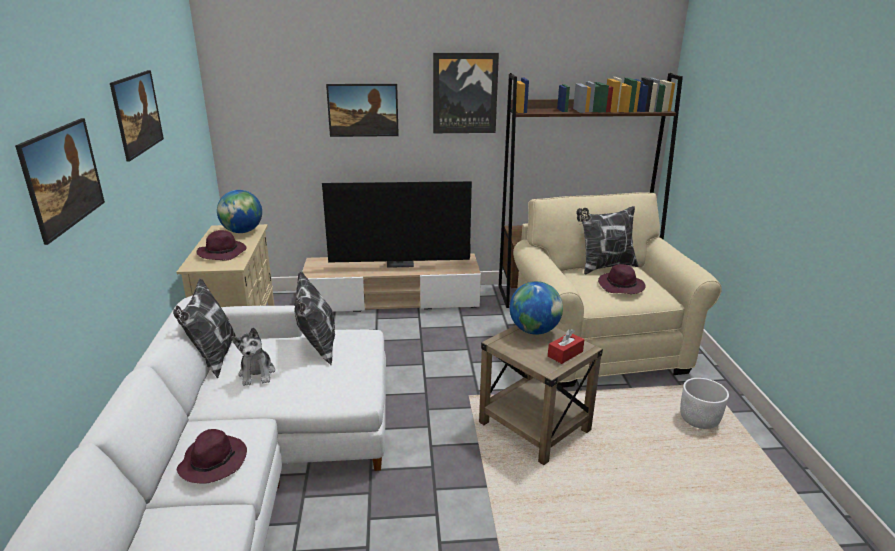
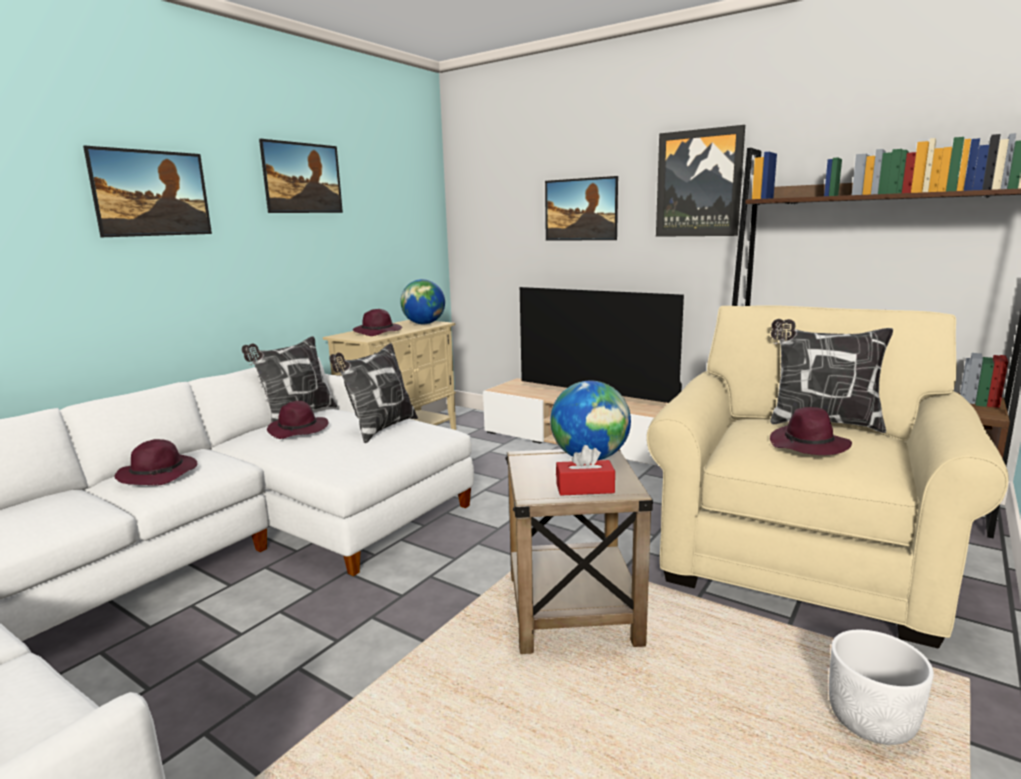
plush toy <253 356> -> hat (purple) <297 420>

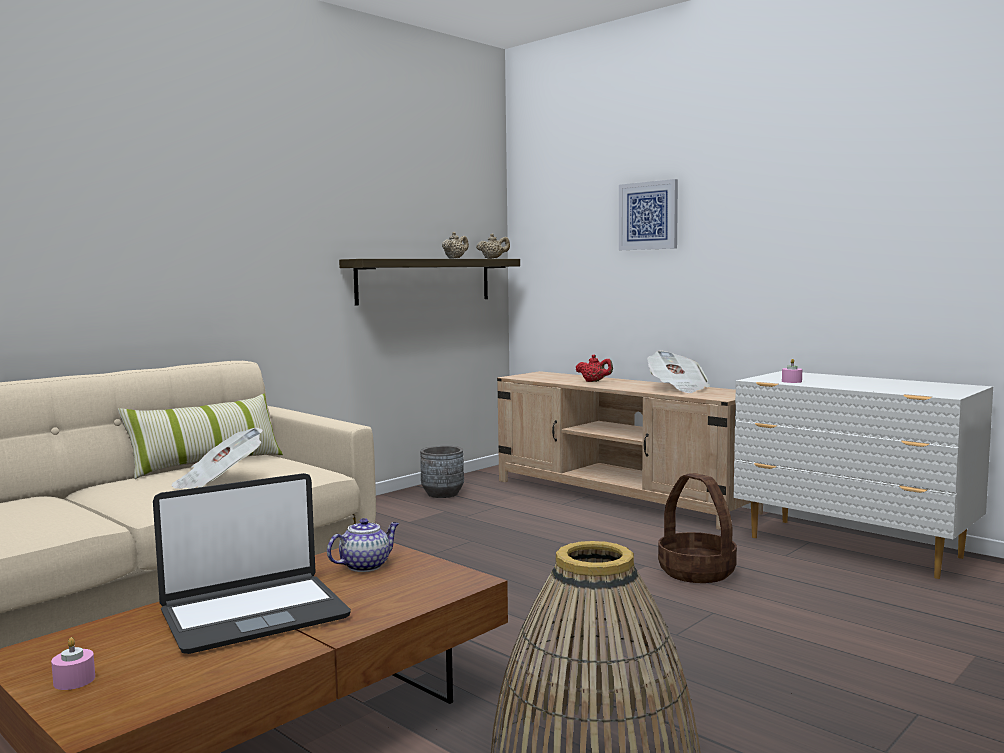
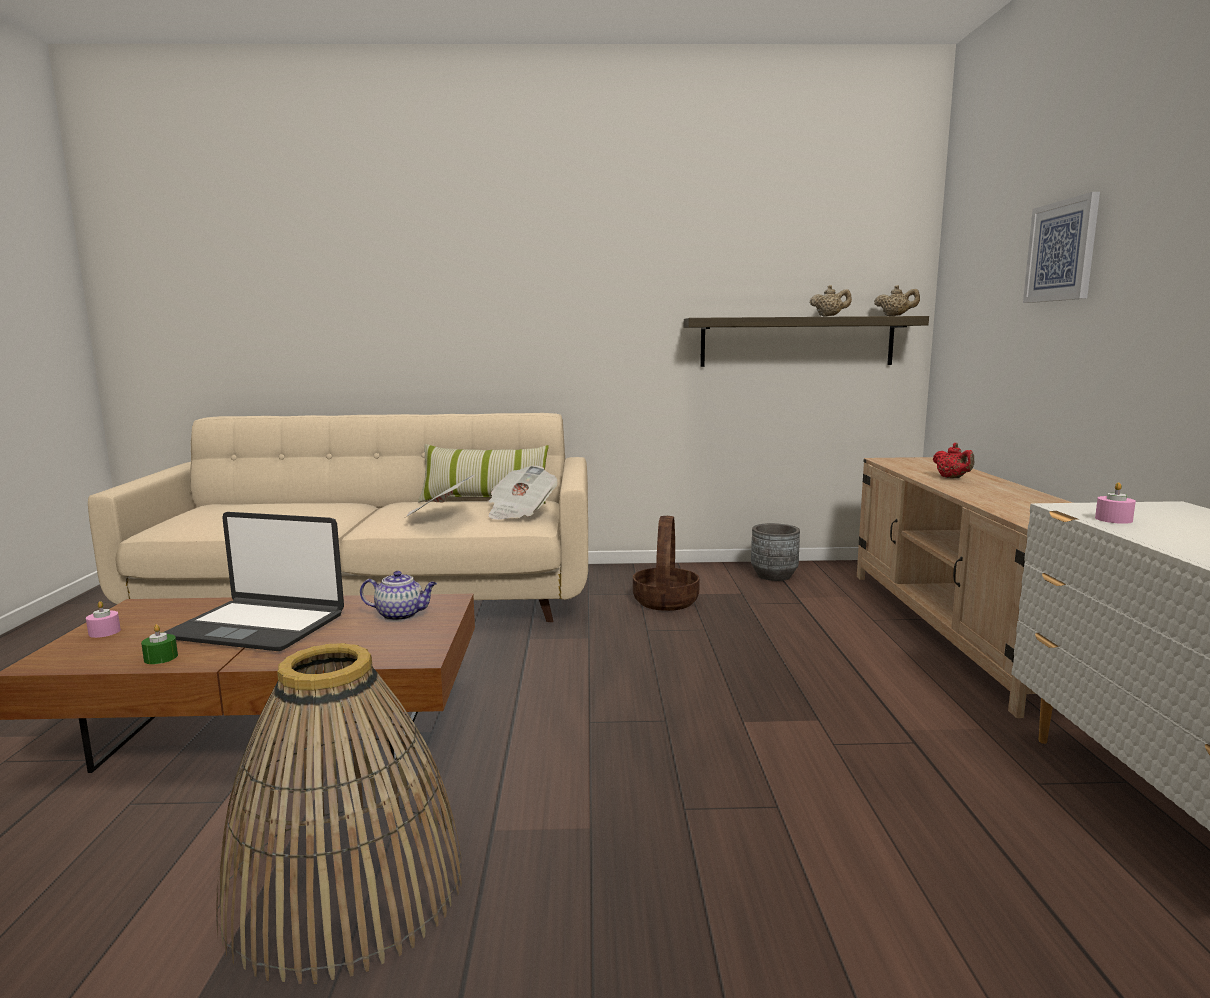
none -> candle (green) <159 644>
newspaper <678 372> -> newspaper <523 492>, moved
basket <697 528> -> basket <666 563>, moved

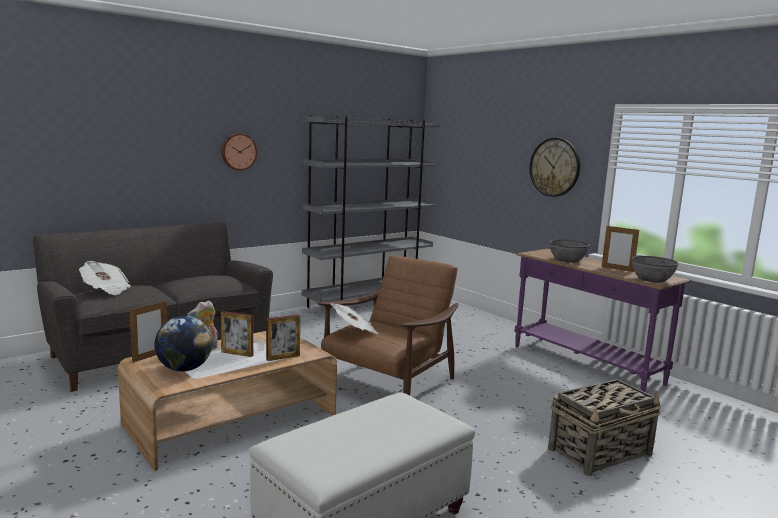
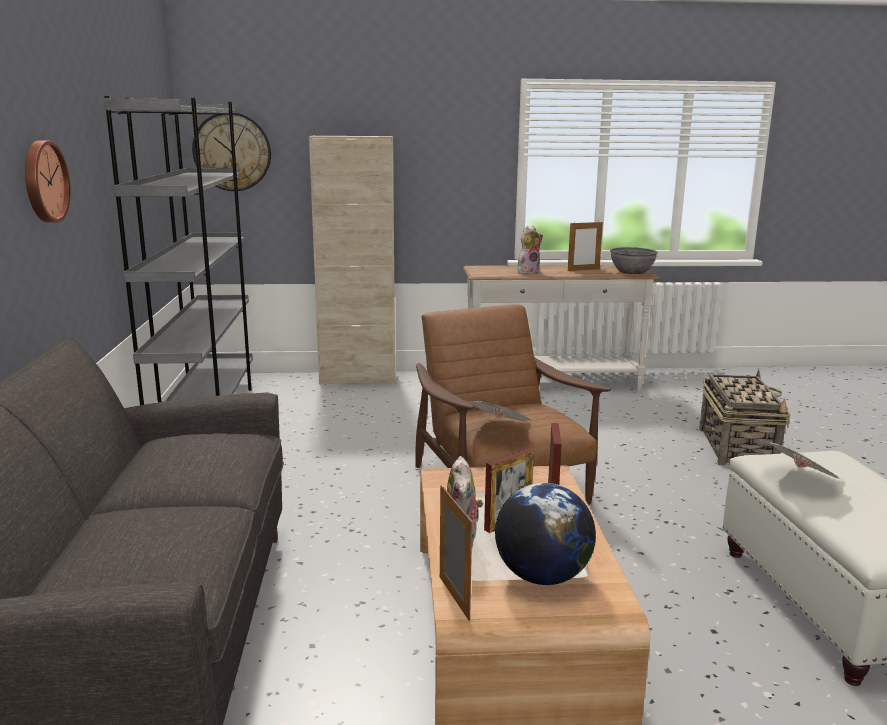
wall clock <555 167> -> wall clock <231 152>, moved
none -> cabinet (beige) <352 260>
console table (purple) <602 320> -> console table (white) <561 329>
bowl (grey) <569 251> -> plush toy <530 250>
newspaper <105 278> -> newspaper <801 459>, moved

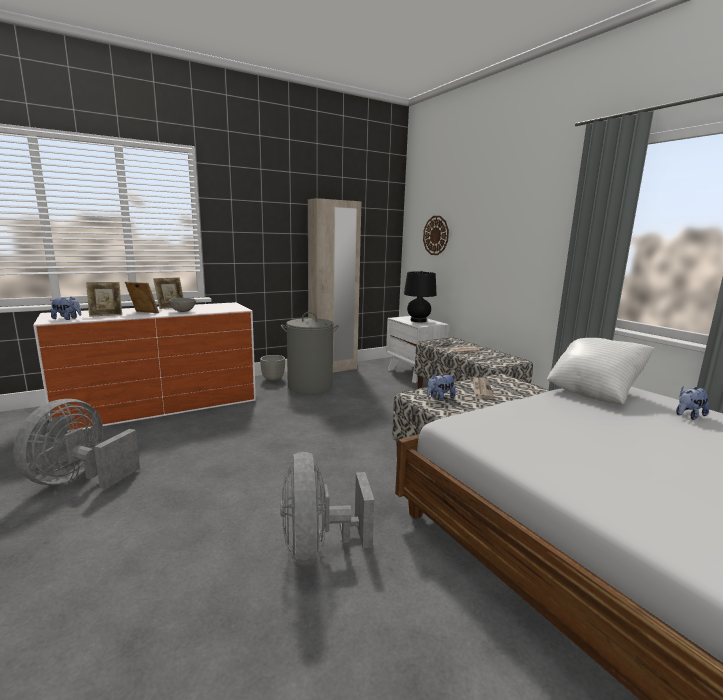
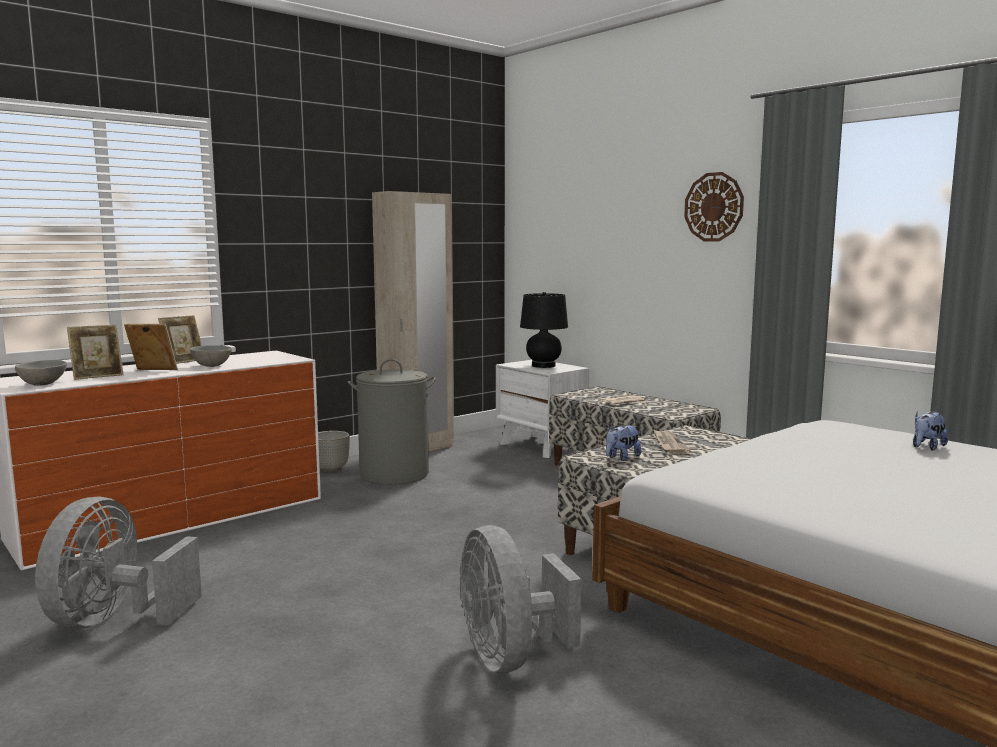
plush toy <66 308> -> bowl (grey) <41 373>
wall clock <436 235> -> wall clock <714 206>, moved
pillow (white) <601 371> -> none

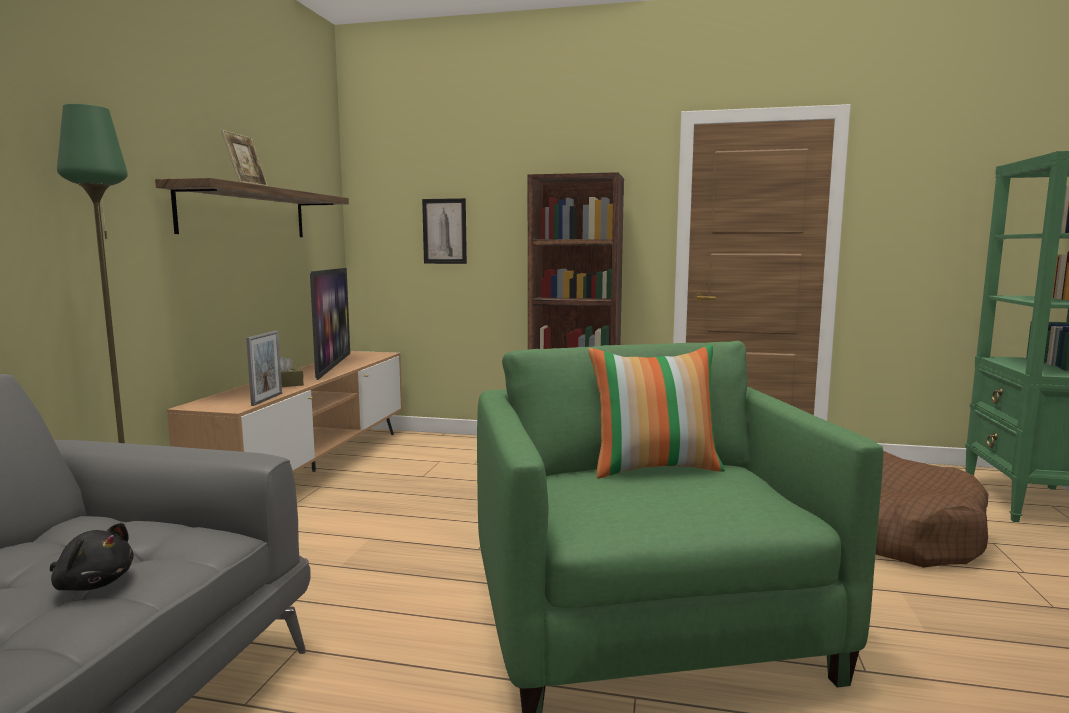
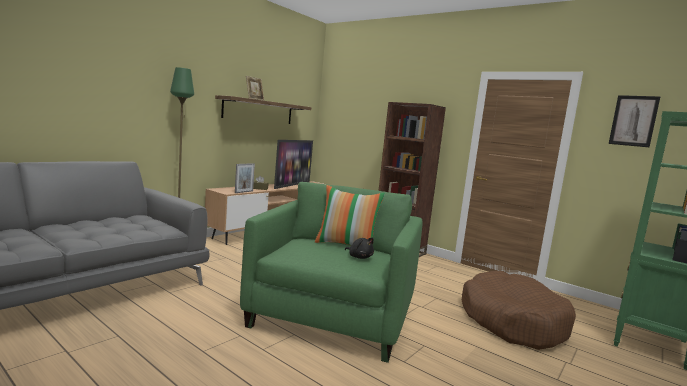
plush toy (black) <92 557> -> plush toy (black) <359 248>, moved
picture <444 231> -> picture <634 121>, moved

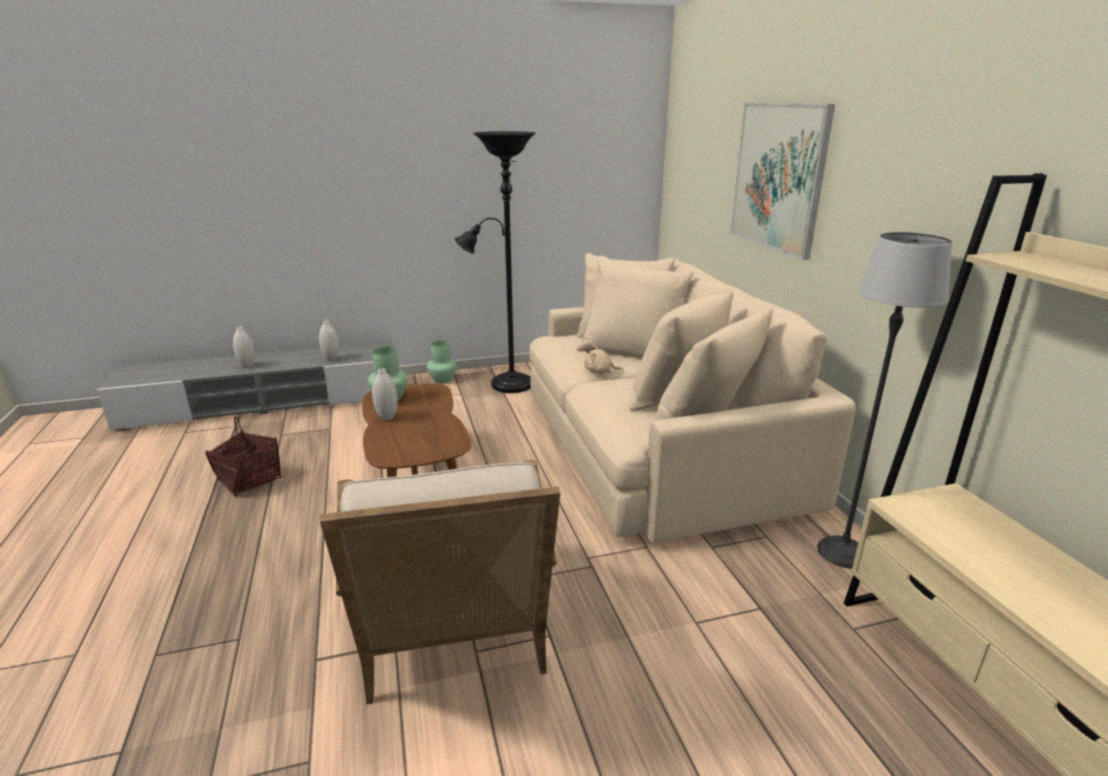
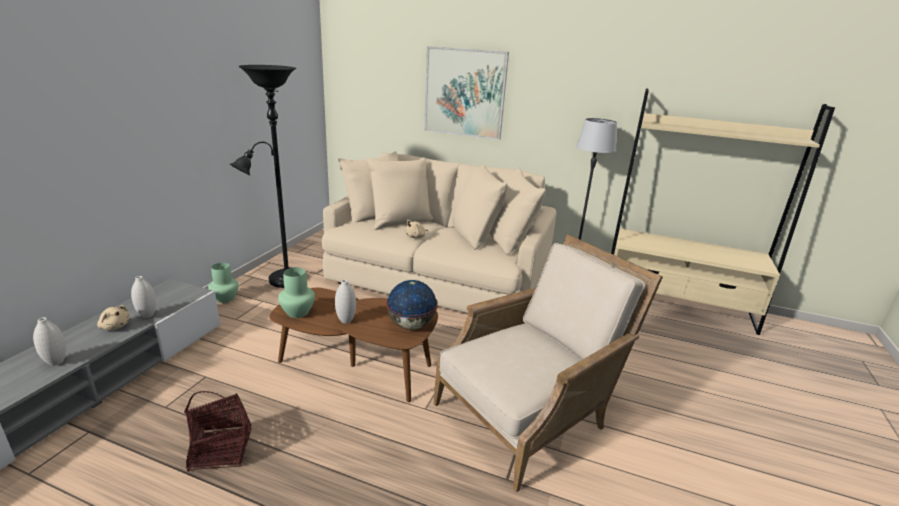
none -> plush toy (beige) <113 317>
none -> globe <412 305>
armchair (beige) <440 582> -> armchair (beige) <548 363>, 60 degrees counterclockwise

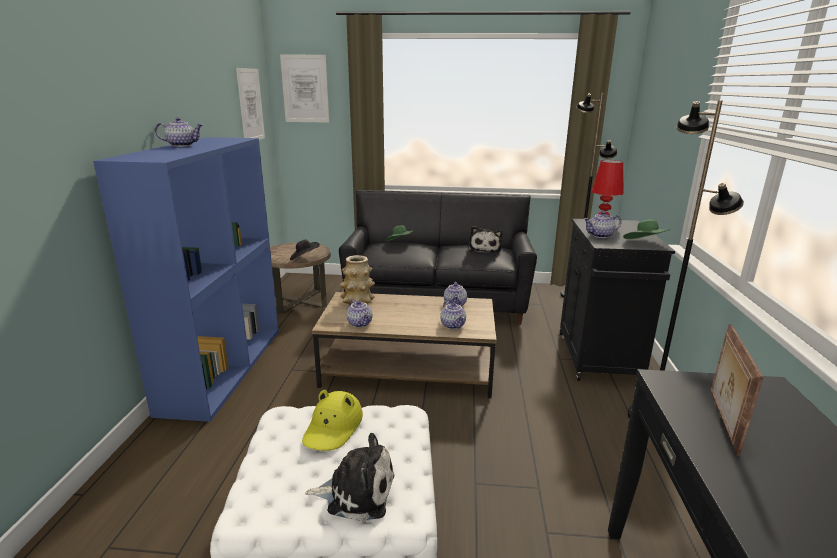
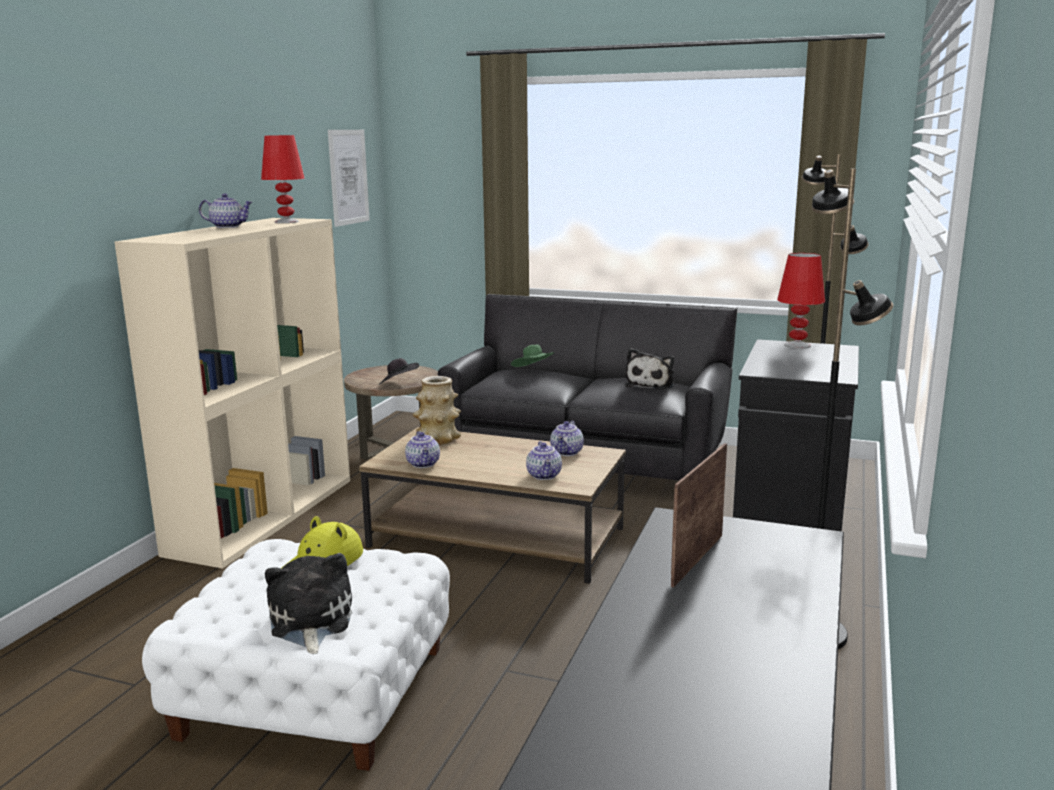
bookcase (blue) <186 279> -> bookcase (beige) <232 393>
none -> table lamp (red) <283 179>
plush toy <349 477> -> plush toy <308 603>, 120 degrees counterclockwise
picture <304 89> -> none
teapot <602 224> -> none
hat (green) <647 229> -> none

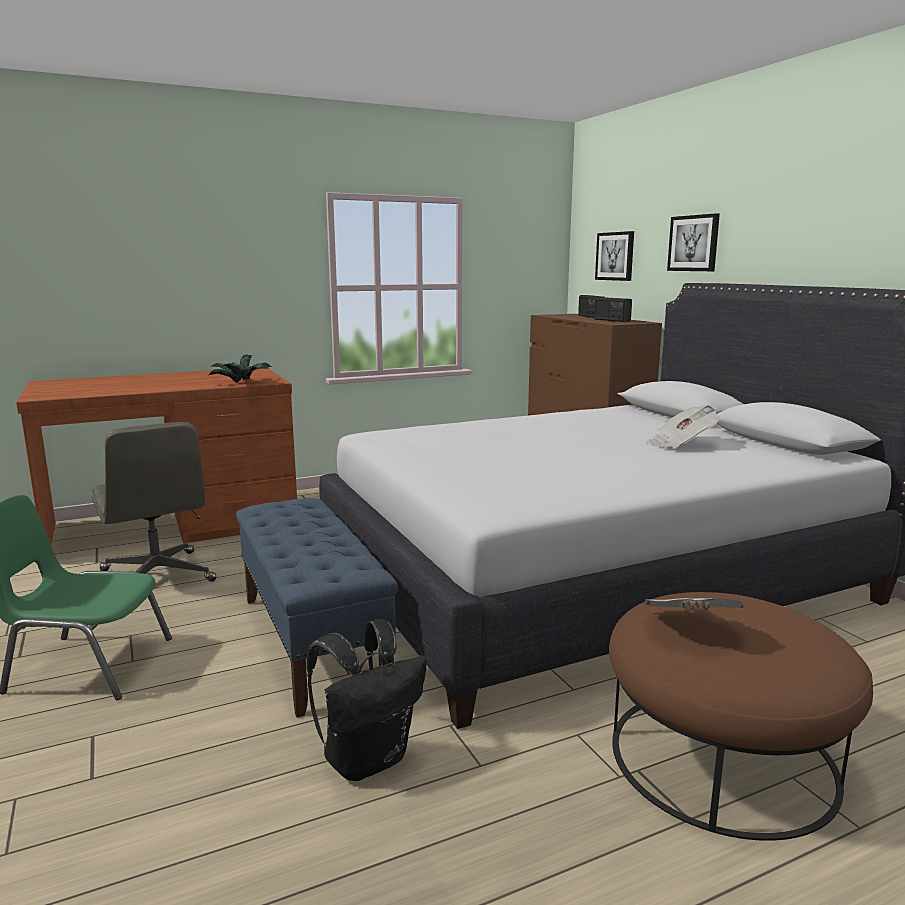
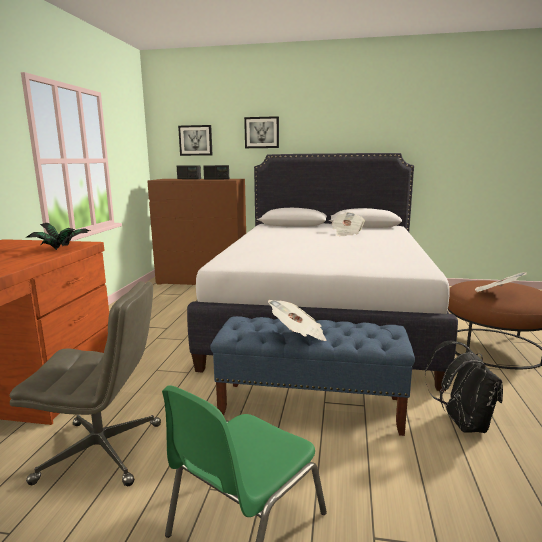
none -> newspaper <297 320>

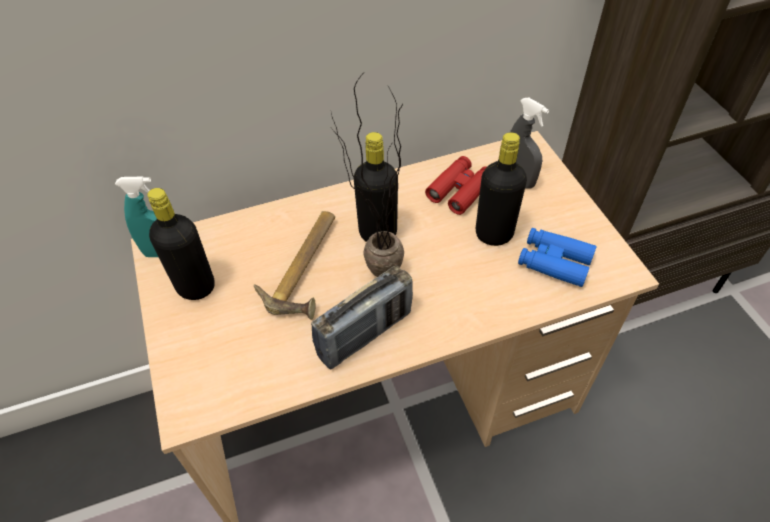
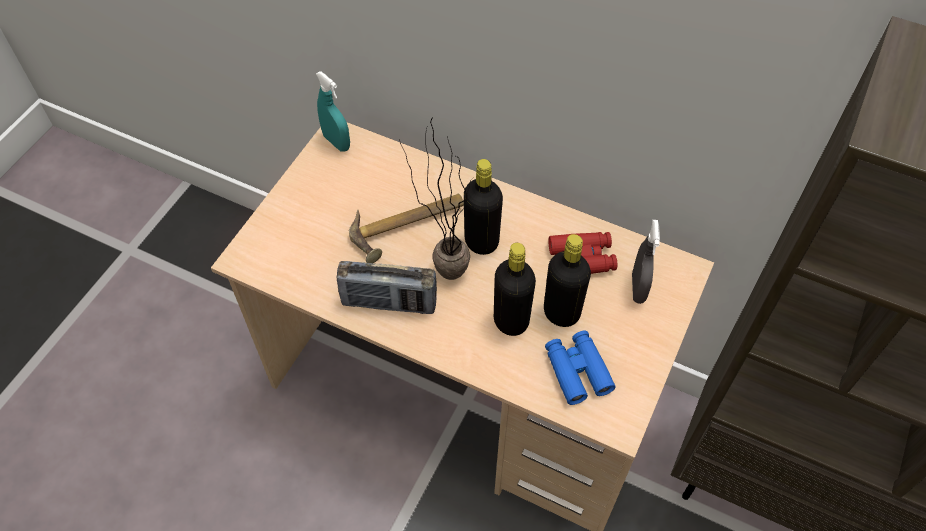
bottle (black) <181 244> -> bottle (black) <515 289>, moved

